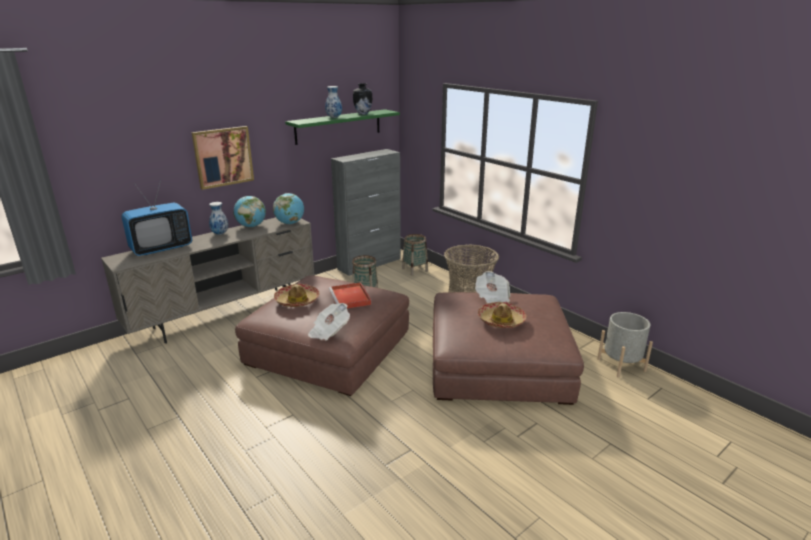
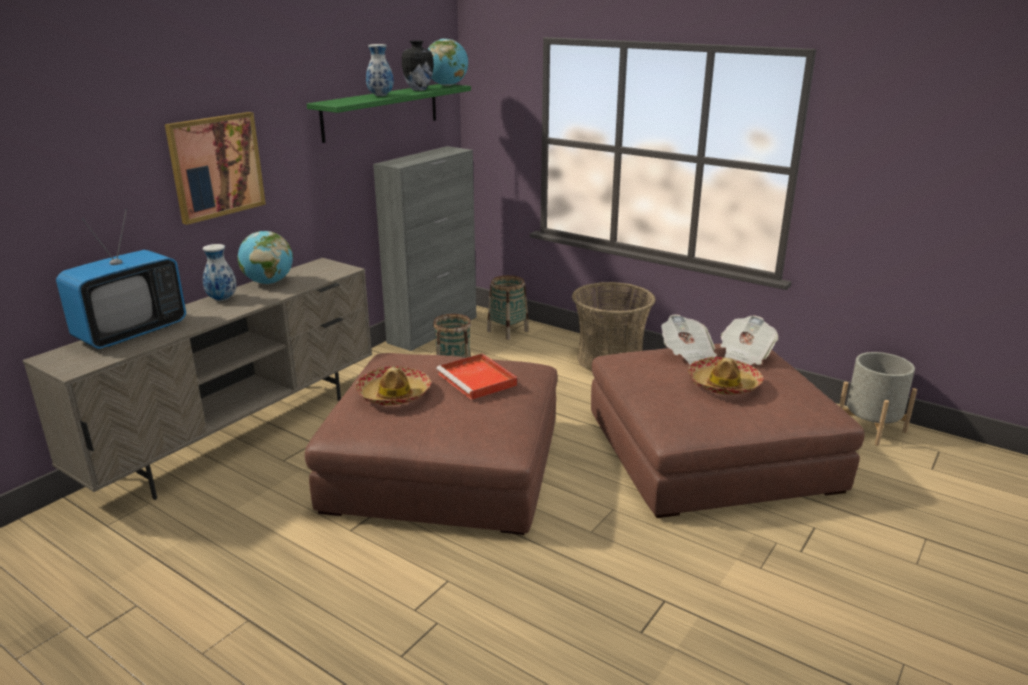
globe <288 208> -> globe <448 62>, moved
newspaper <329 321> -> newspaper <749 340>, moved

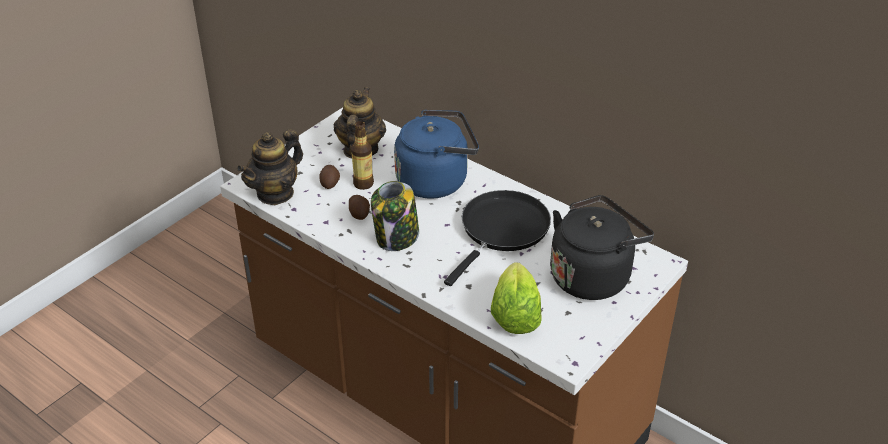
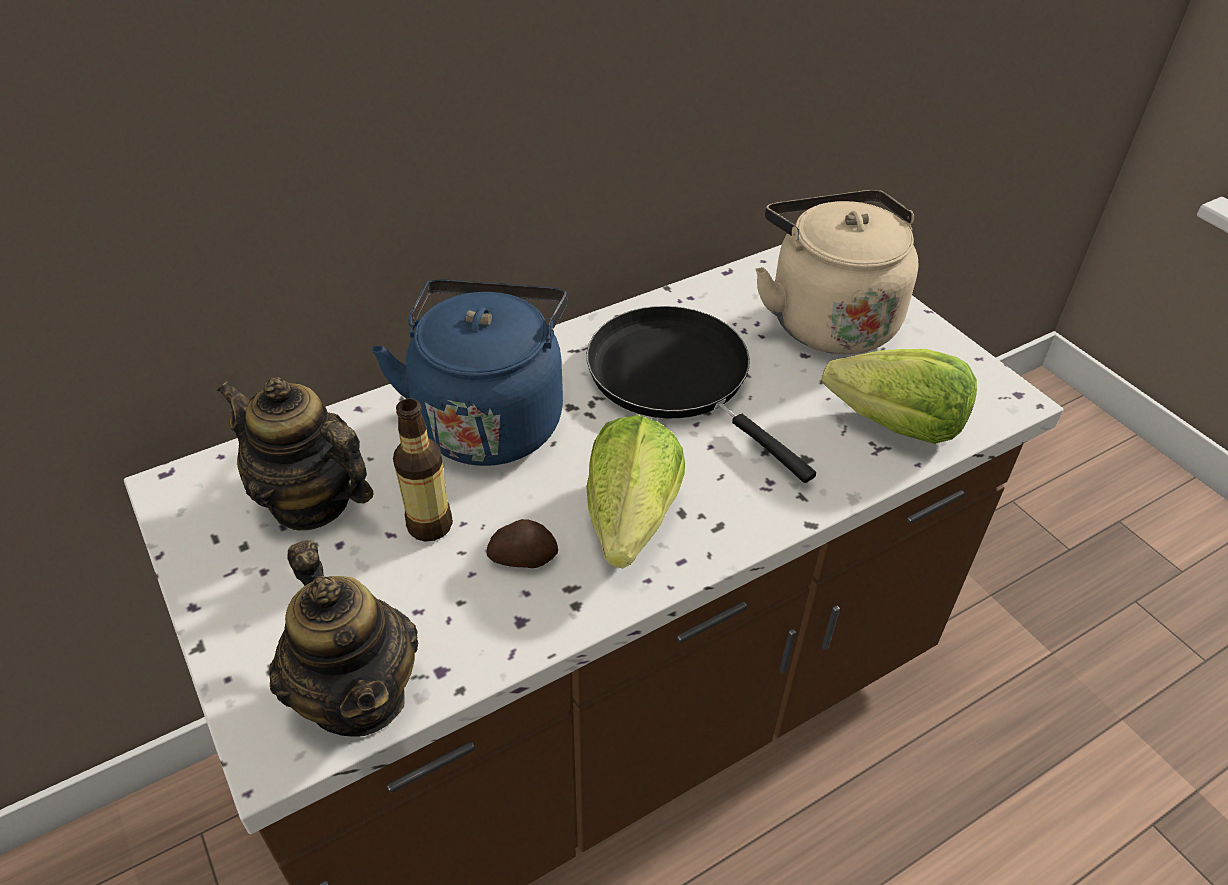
jar <395 216> -> lettuce <635 491>
kettle (black) <602 247> -> kettle (beige) <836 272>
potato <329 177> -> none

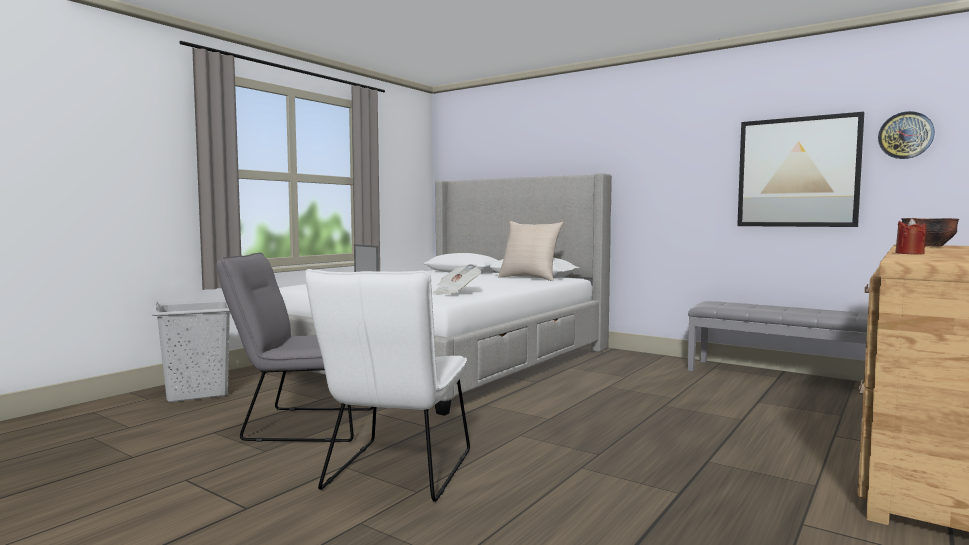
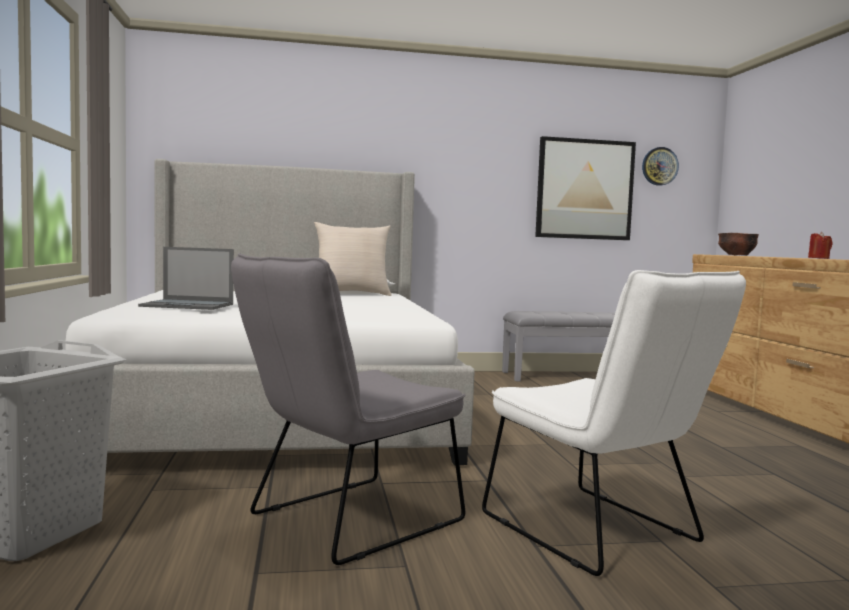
newspaper <456 279> -> none

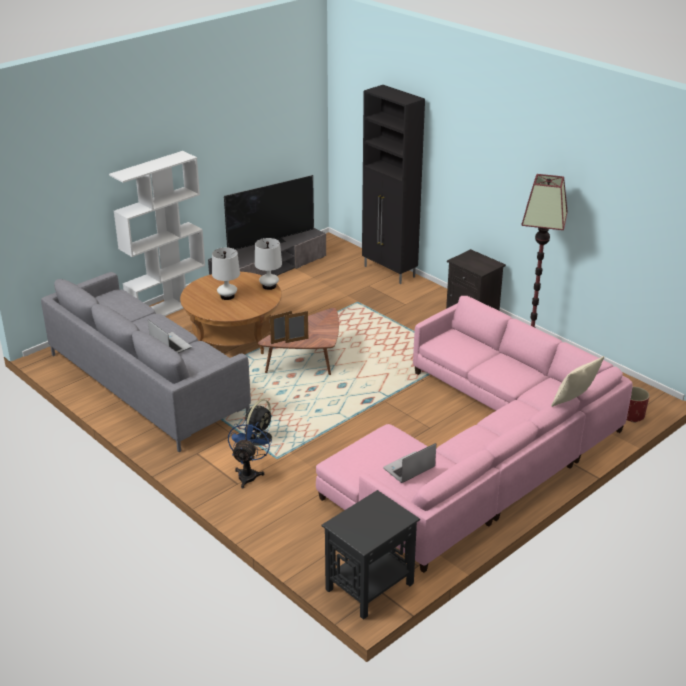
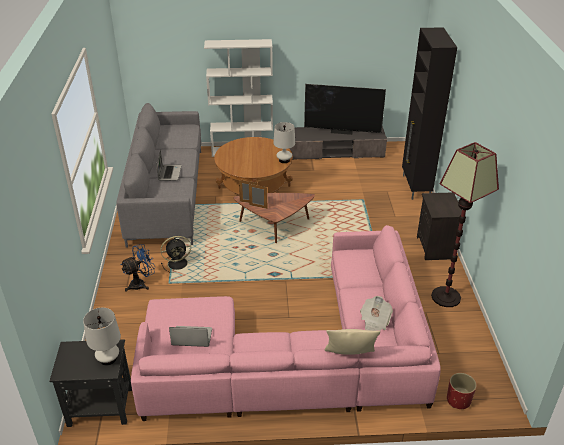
table lamp (white) <226 274> -> table lamp (white) <102 336>, moved
none -> newspaper <376 313>

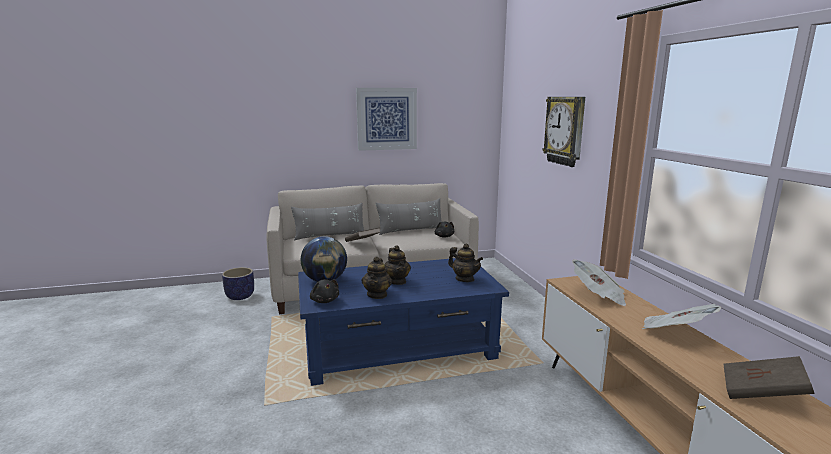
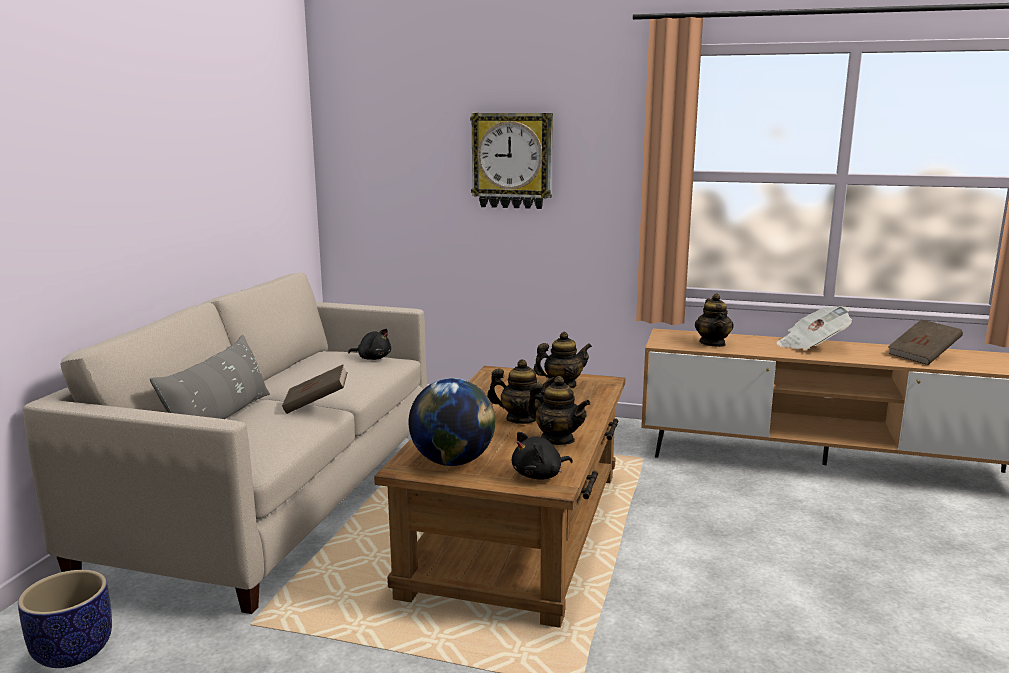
coffee table (blue) <403 322> -> coffee table (brown) <499 497>
plush toy (black) <324 291> -> plush toy (black) <542 456>, 150 degrees clockwise
newspaper <599 282> -> teapot <714 320>
picture <386 119> -> none
pillow (grey) <409 216> -> none

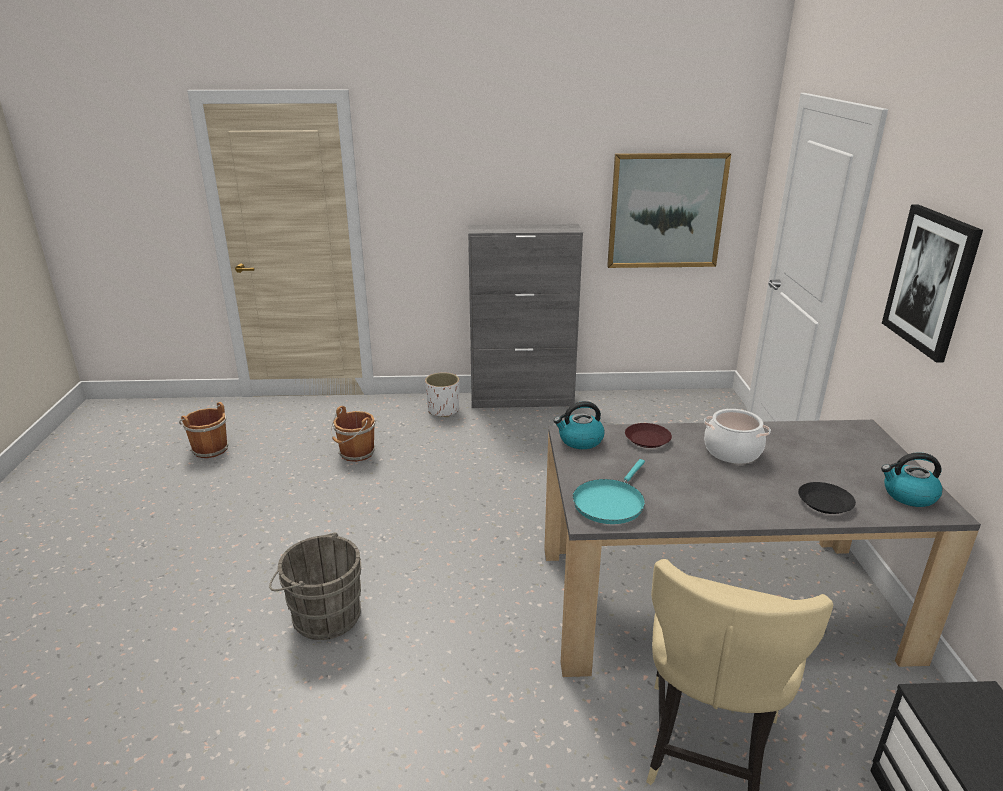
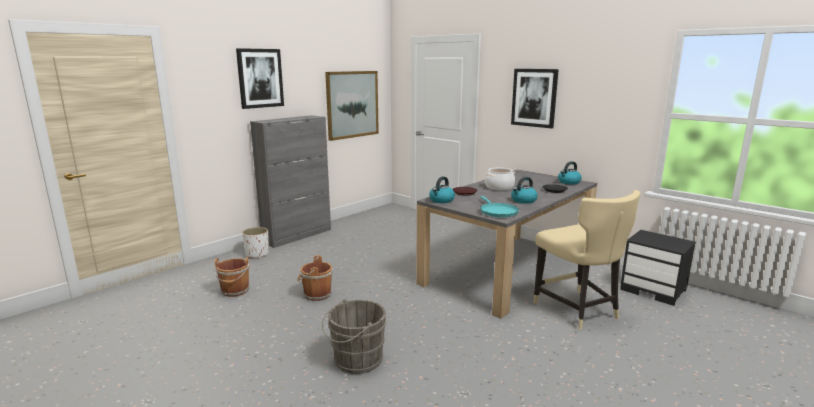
none -> picture <260 78>
bucket (brown) <203 430> -> bucket (brown) <315 278>, moved
none -> kettle <524 190>

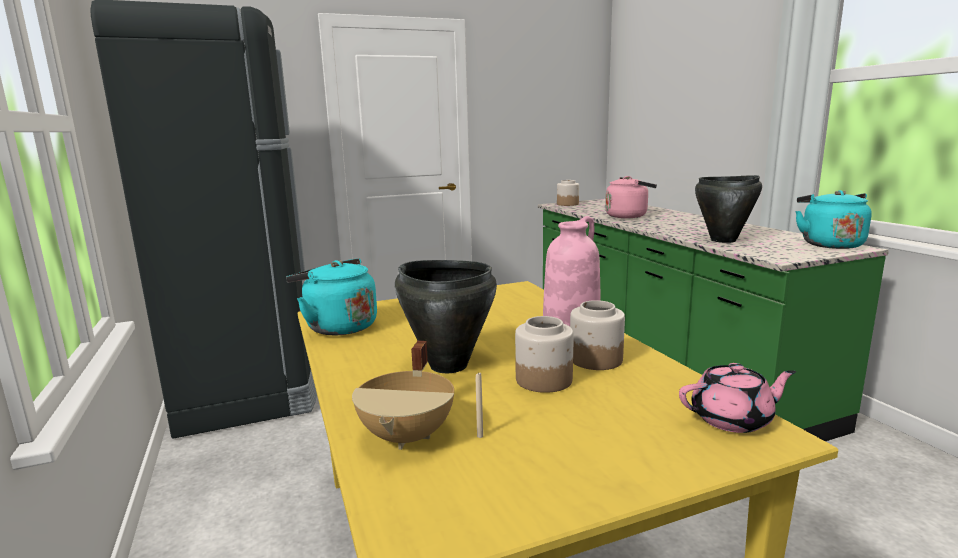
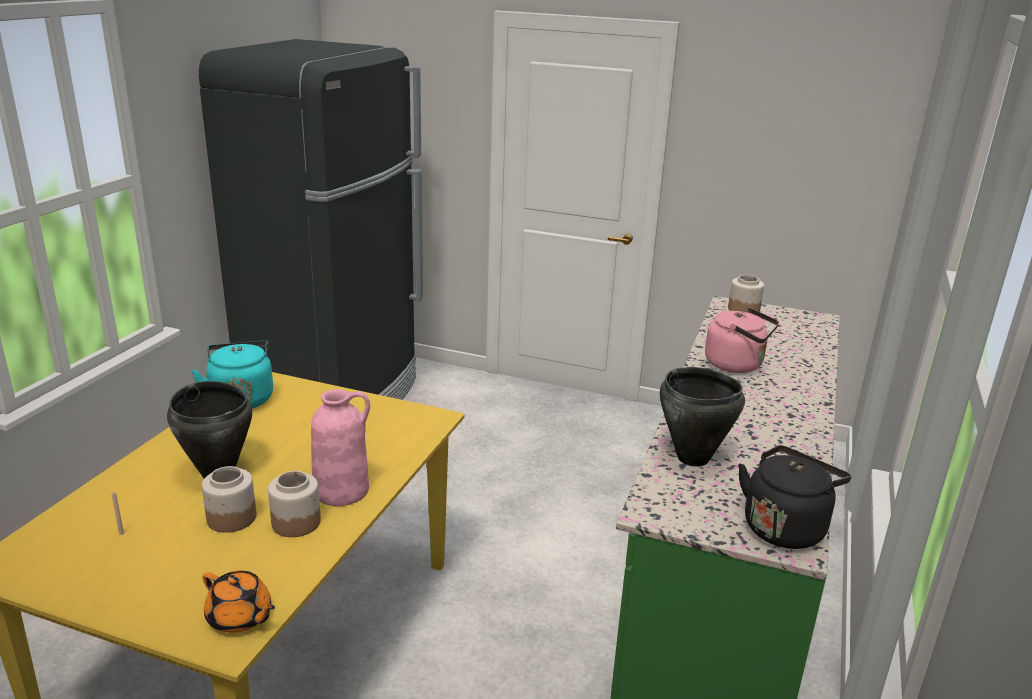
teapot (pink) <737 398> -> teapot (orange) <239 602>
kettle (turquoise) <833 219> -> kettle (black) <794 497>
cooking pot (beige) <403 395> -> none

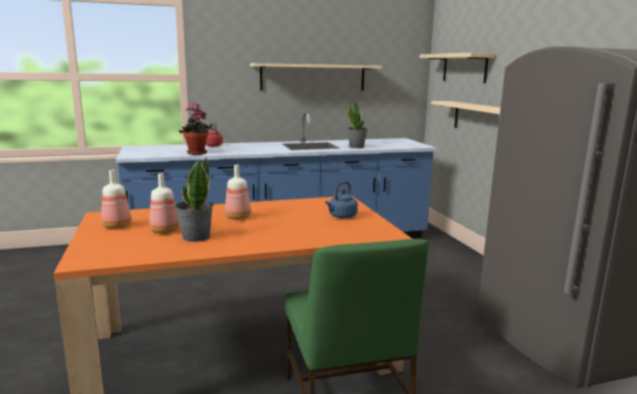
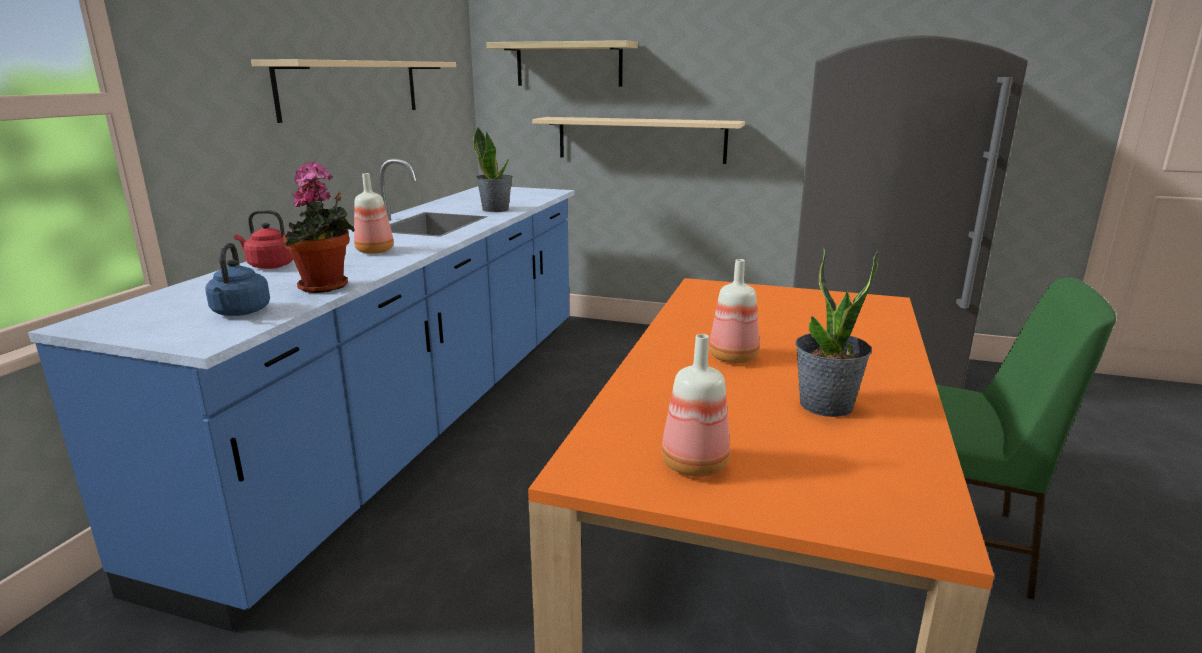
kettle (blue) <341 199> -> kettle (blue) <237 279>, moved
bottle <164 203> -> bottle <374 213>, moved

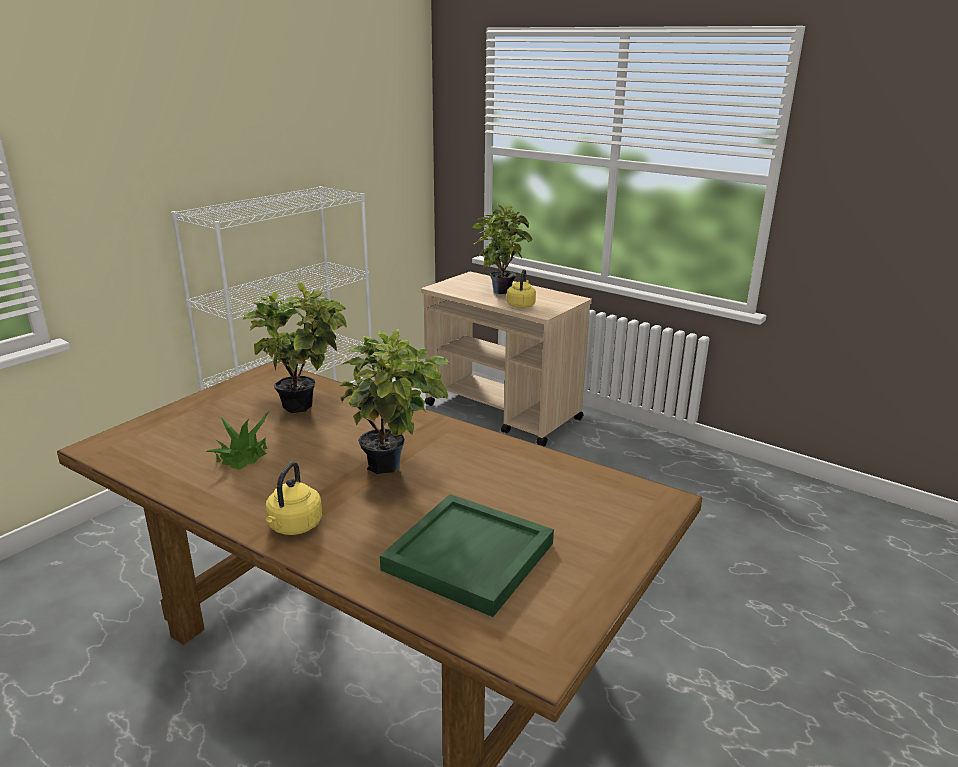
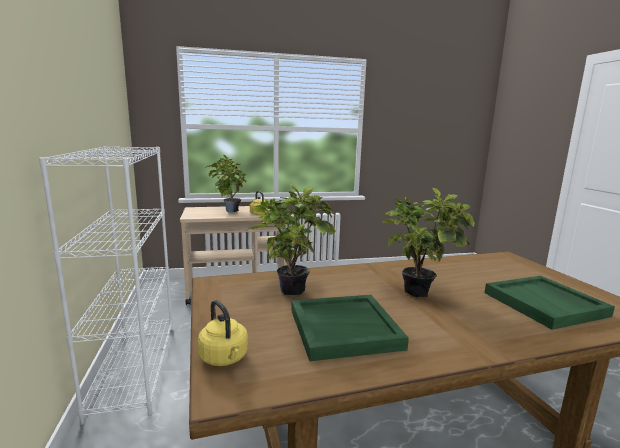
kettle (yellow) <294 498> -> kettle (yellow) <223 333>, moved
potted plant <237 440> -> tray (green) <350 328>

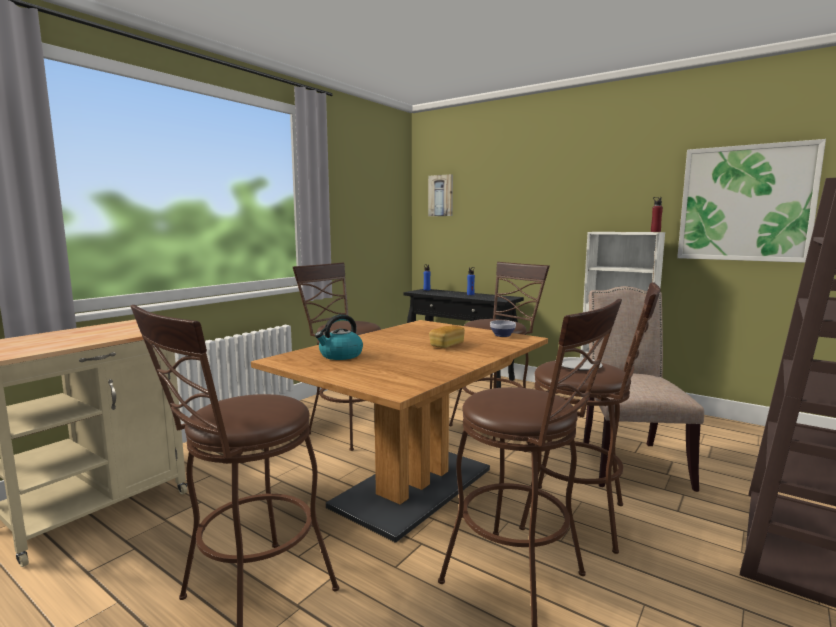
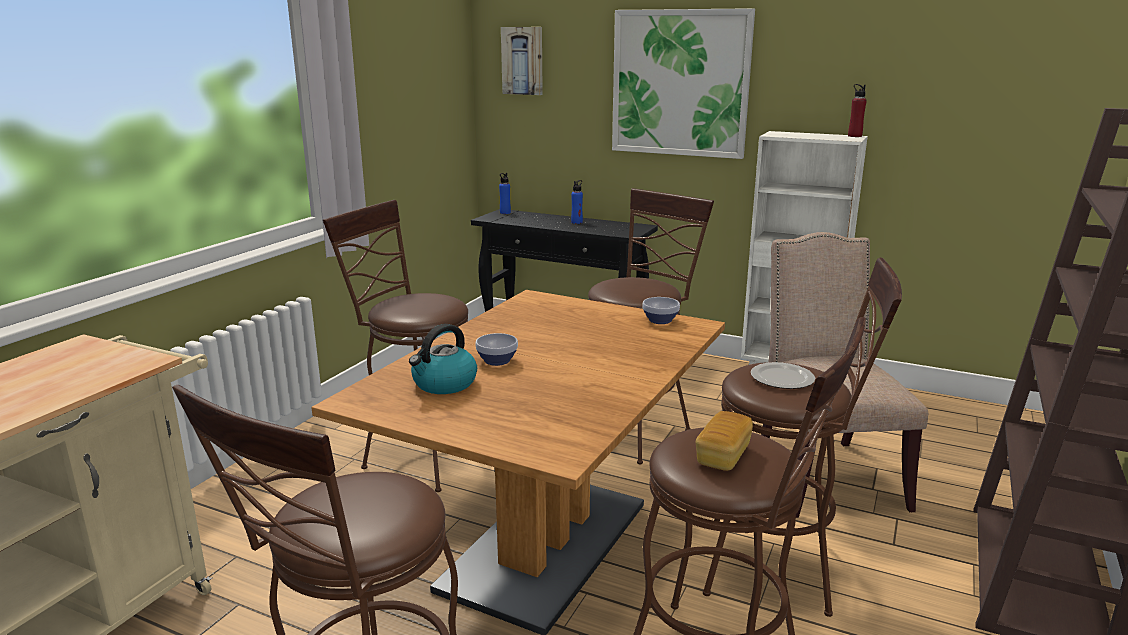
none -> bowl <497 349>
picture <751 201> -> picture <683 83>, moved
bread <447 337> -> bread <724 441>, moved

